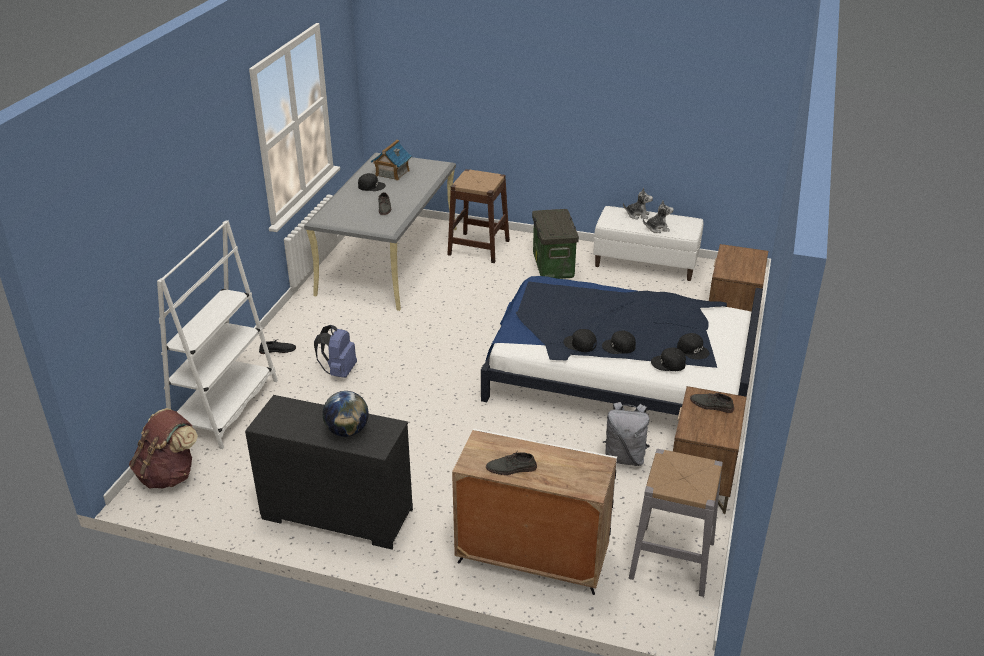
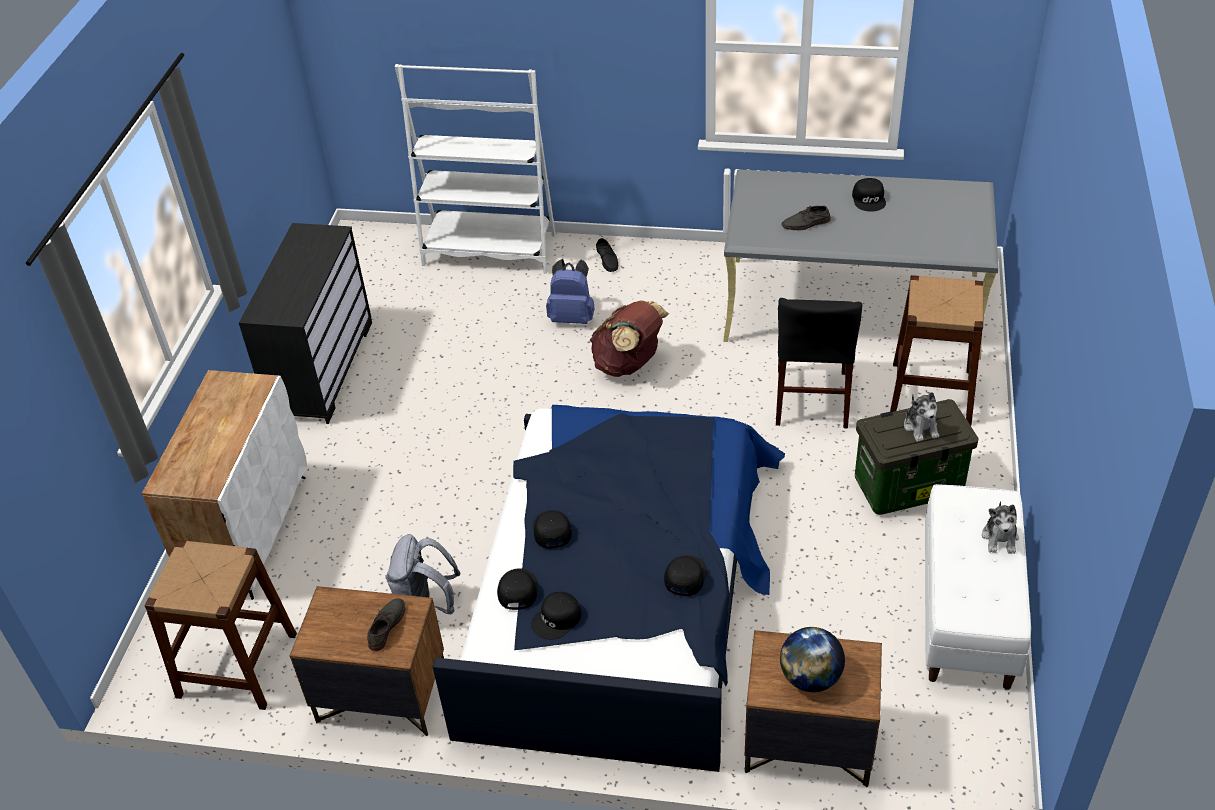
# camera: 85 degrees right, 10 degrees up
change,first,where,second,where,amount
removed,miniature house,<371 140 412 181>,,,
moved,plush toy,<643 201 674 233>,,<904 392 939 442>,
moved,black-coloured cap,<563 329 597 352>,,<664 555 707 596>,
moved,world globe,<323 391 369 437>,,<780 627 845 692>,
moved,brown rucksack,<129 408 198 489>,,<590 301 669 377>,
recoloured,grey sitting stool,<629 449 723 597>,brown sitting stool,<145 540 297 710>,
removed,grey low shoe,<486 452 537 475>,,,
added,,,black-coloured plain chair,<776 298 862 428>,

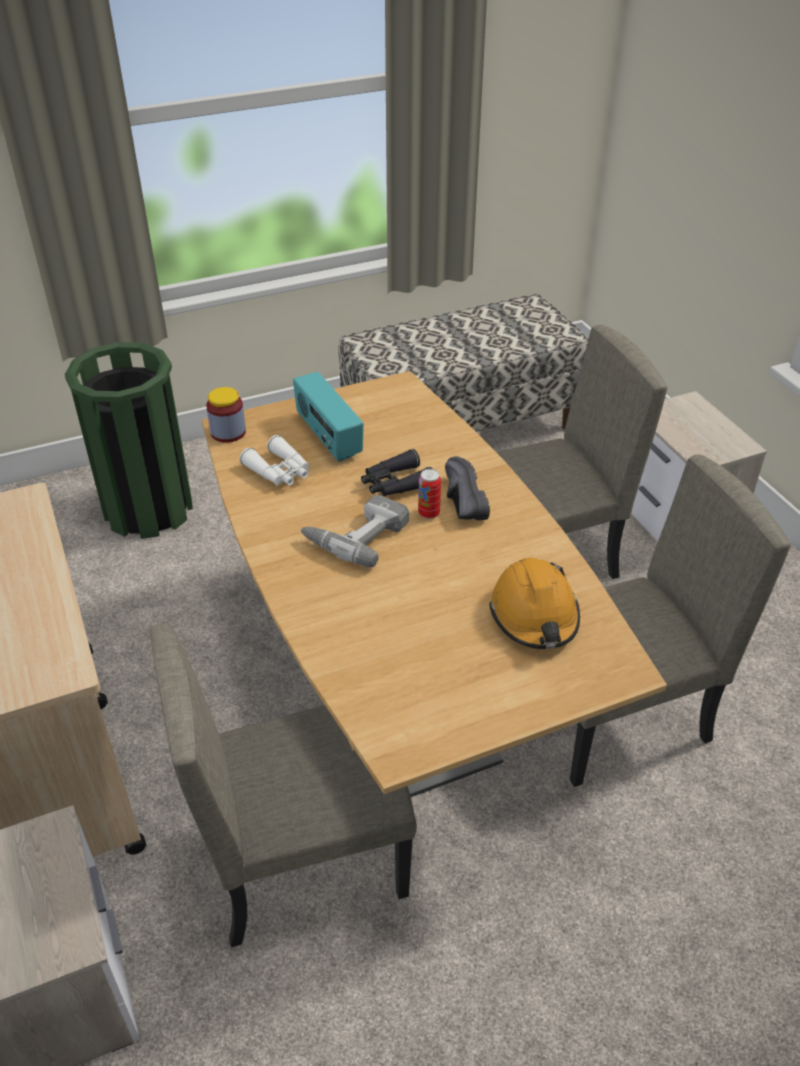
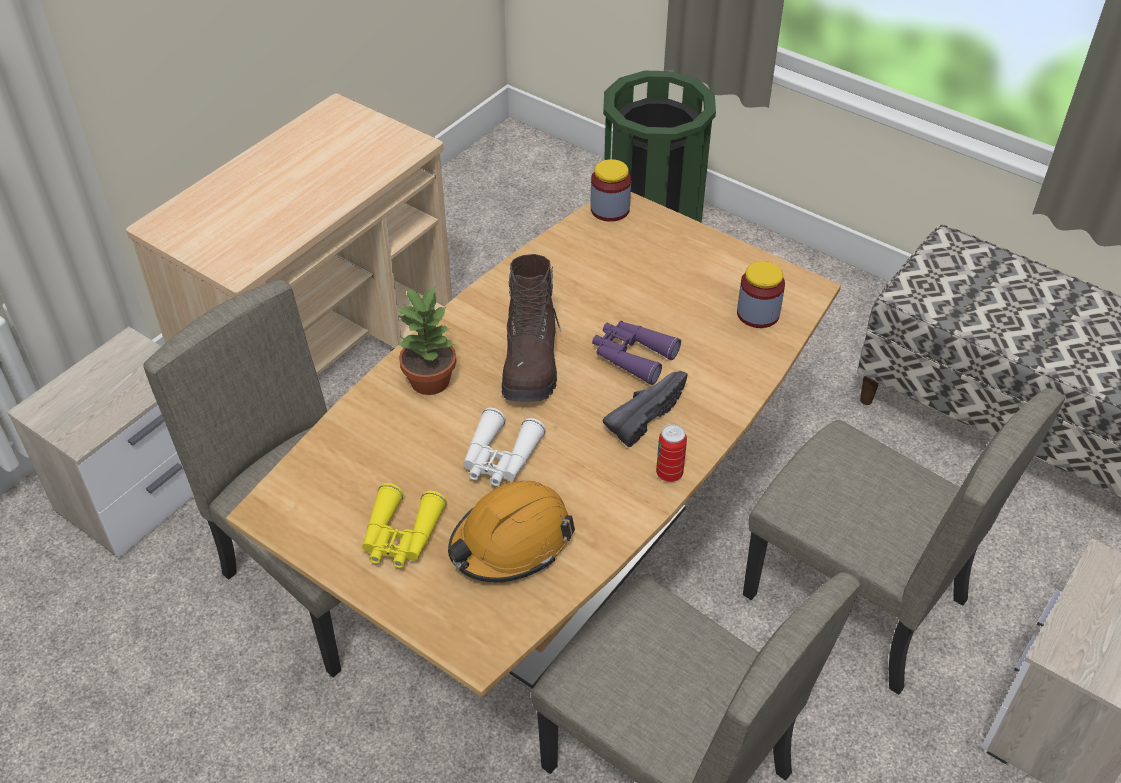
# camera: 60 degrees right, 5 degrees up
change,first,where,second,where,amount
removed,radio set,<293 372 364 462>,,,
moved,whitish field glasses,<239 435 310 485>,,<463 408 546 486>,
recoloured,black-coloured field glasses,<361 449 433 497>,purple field glasses,<592 321 681 385>,
moved,metal can,<418 469 441 519>,,<656 424 687 482>,
replaced,drill,<301 495 409 567>,brown high-top boot,<502 254 562 402>,
added,,,jar,<737 261 785 328>,
added,,,plant in a pot,<396 287 457 395>,
added,,,yellowish field glasses,<362 483 447 568>,

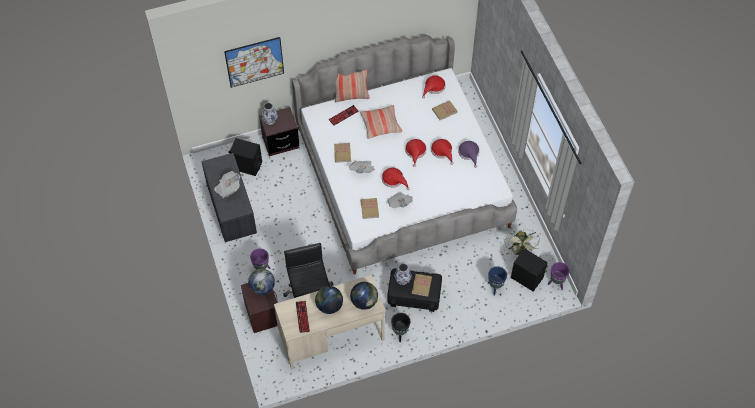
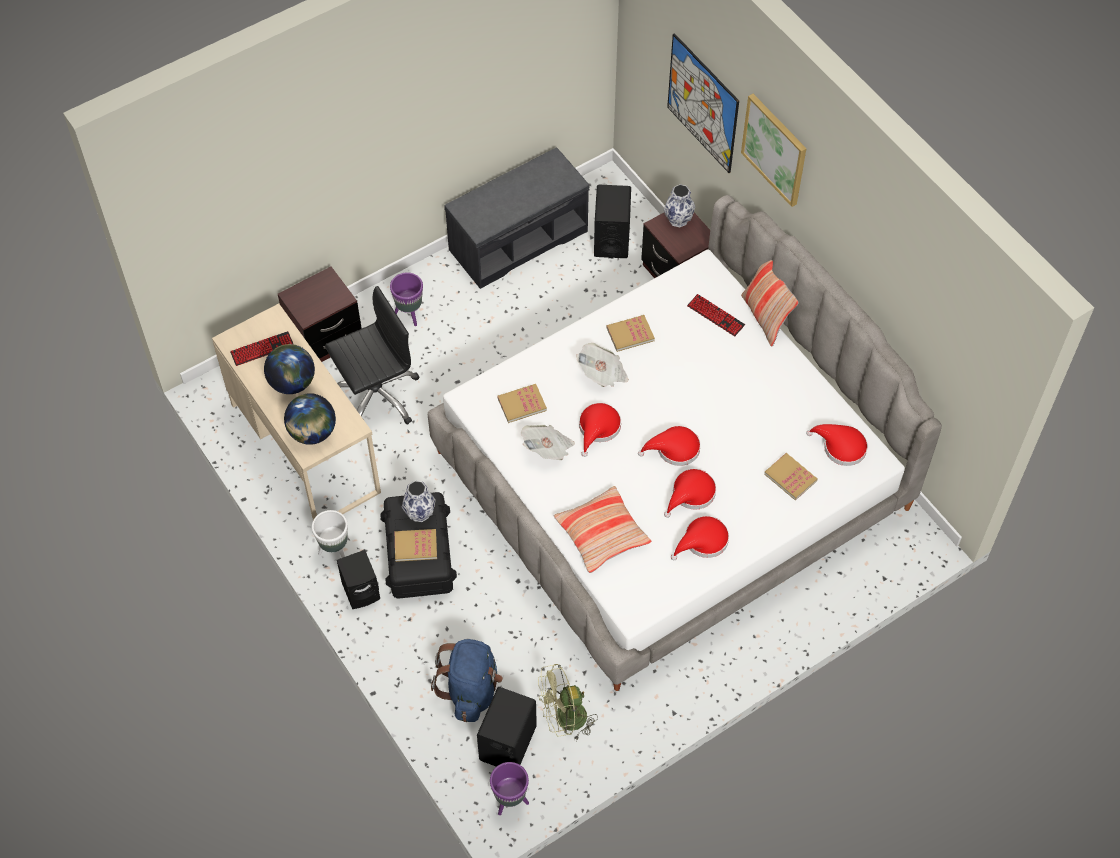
# camera: 75 degrees right, 0 degrees up
change,first,where,second,where,amount
moved,cushion,<360 105 402 139>,,<554 486 651 573>,
recoloured,purple wearable hat,<458 141 480 168>,reddish wearable hat,<671 516 729 560>,
removed,printed paper,<214 171 240 198>,,,
replaced,bluish planter,<488 266 507 296>,bluish rucksack,<431 639 503 722>,
removed,world globe,<248 269 275 295>,,,
recoloured,black-coloured planter,<391 313 410 342>,whitish planter,<312 510 348 558>,
added,,,wall art,<741 94 807 207>,
added,,,black-coloured loudspeaker,<337 550 380 609>,

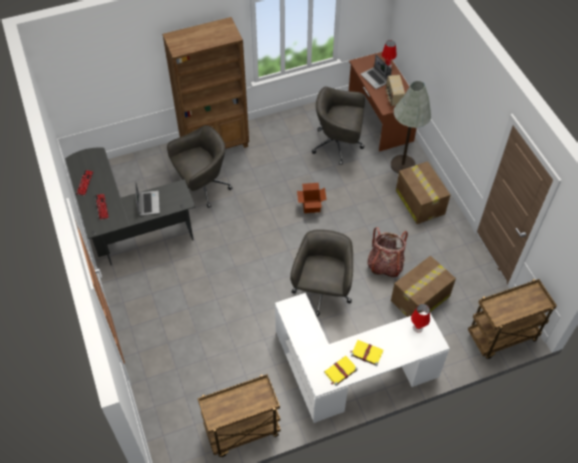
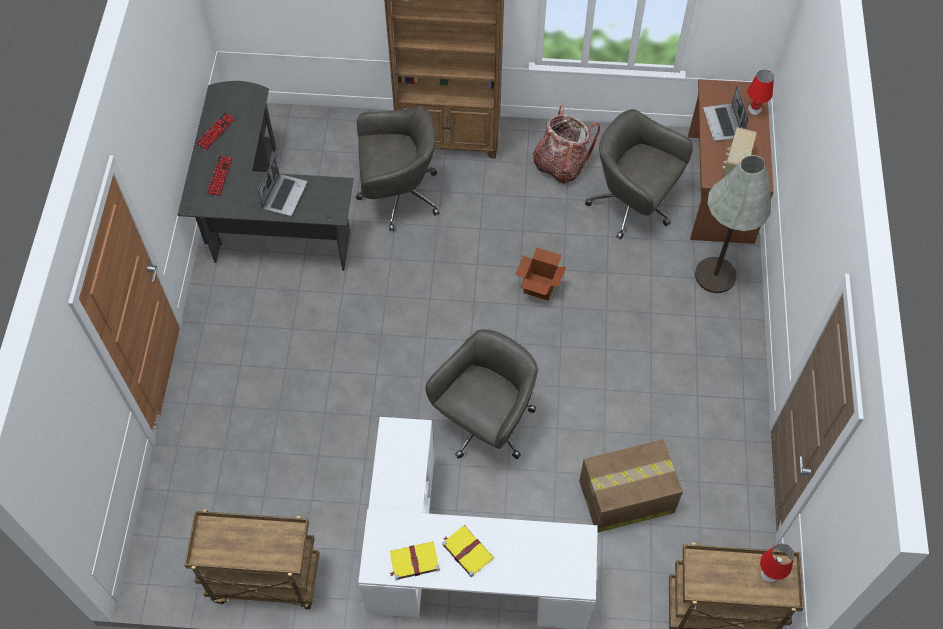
# camera: 25 degrees right, 5 degrees up
change,first,where,second,where,amount
removed,carton,<396 161 450 224>,,,
moved,rucksack,<367 227 408 277>,,<533 105 600 184>,
moved,reddish tabletop lamp,<411 304 430 333>,,<760 544 794 583>,

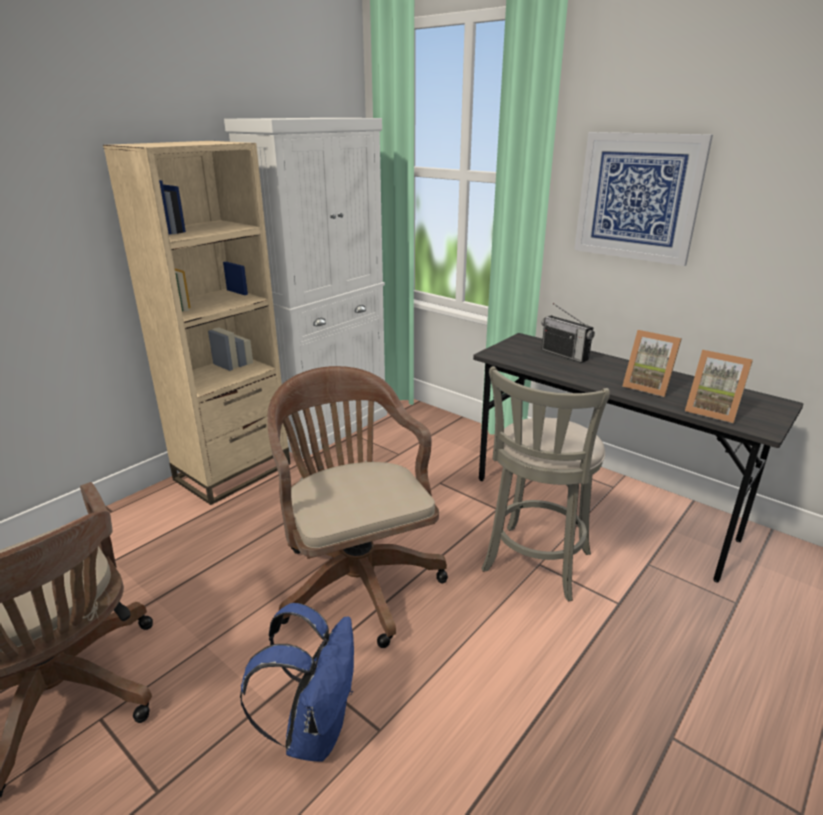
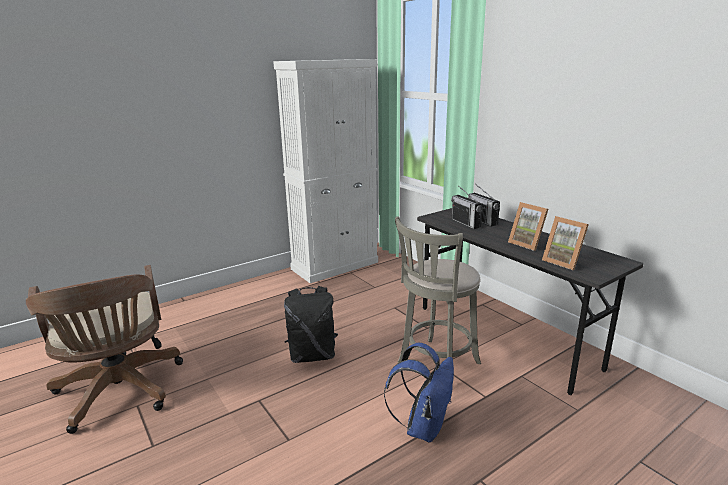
# camera: 15 degrees right, 5 degrees down
change,first,where,second,where,amount
removed,wall art,<574 132 713 266>,,,
removed,sand-coloured bookshelf,<103 141 290 505>,,,
replaced,brown computer chair,<267 366 448 648>,black-coloured rucksack,<284 286 338 363>,
moved,bluish rucksack,<240 603 354 762>,,<384 343 454 442>,
added,,,radio set,<451 187 483 229>,

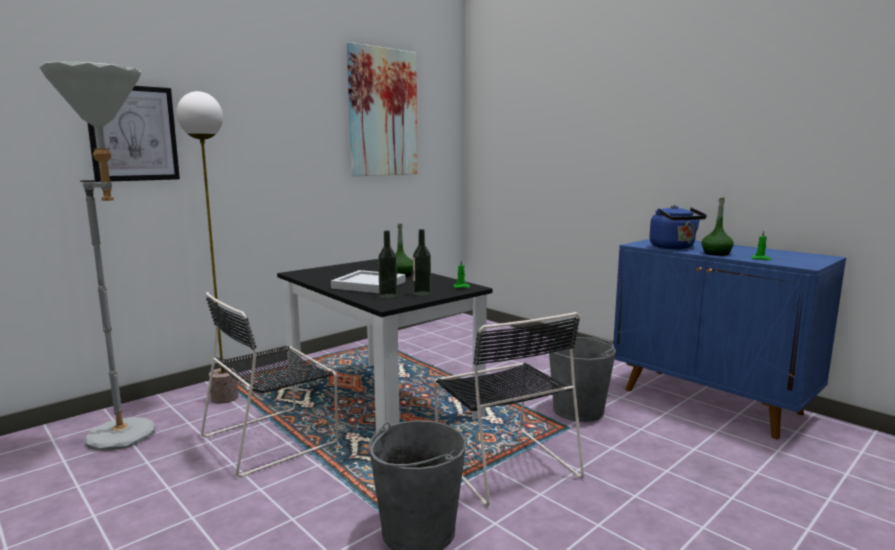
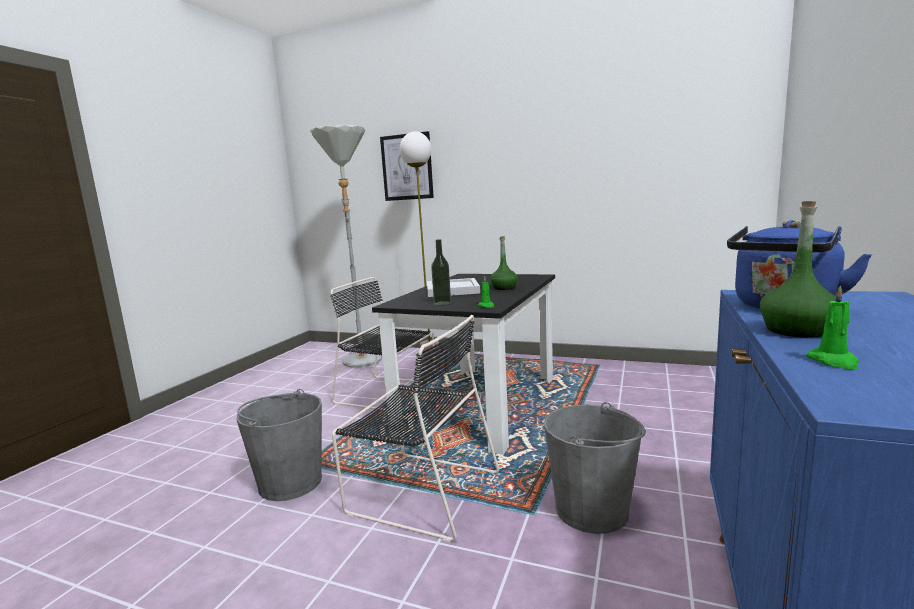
# camera: 65 degrees right, 0 degrees up
change,first,where,second,where,amount
removed,wall art,<347 42 418 176>,,,
removed,drink bottle,<378 231 397 298>,,,
turned,black-coloured plain chair,<434 312 584 506>,,<332 315 499 542>,105 degrees counterclockwise

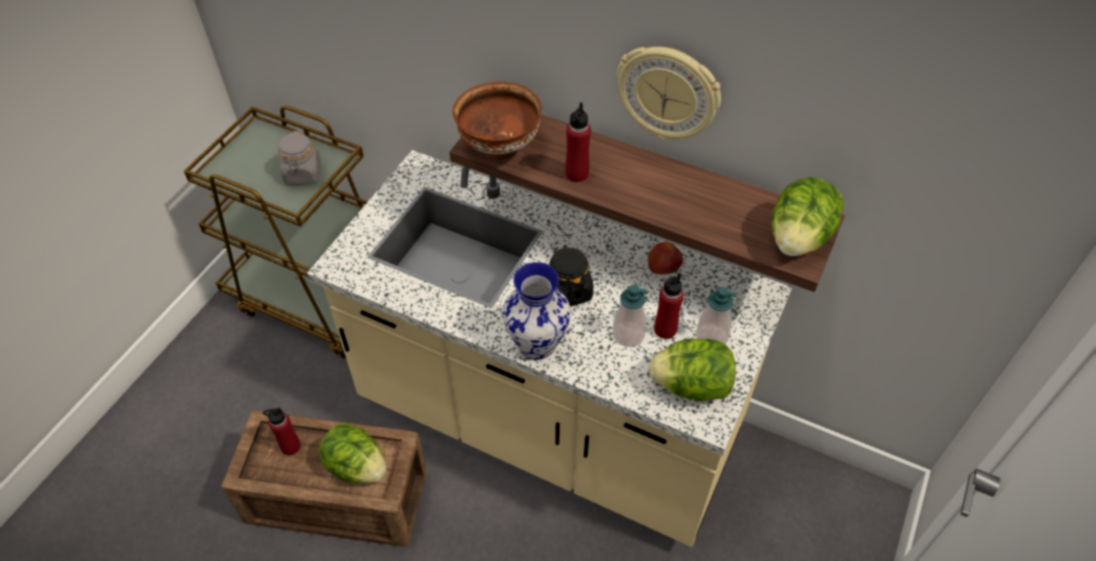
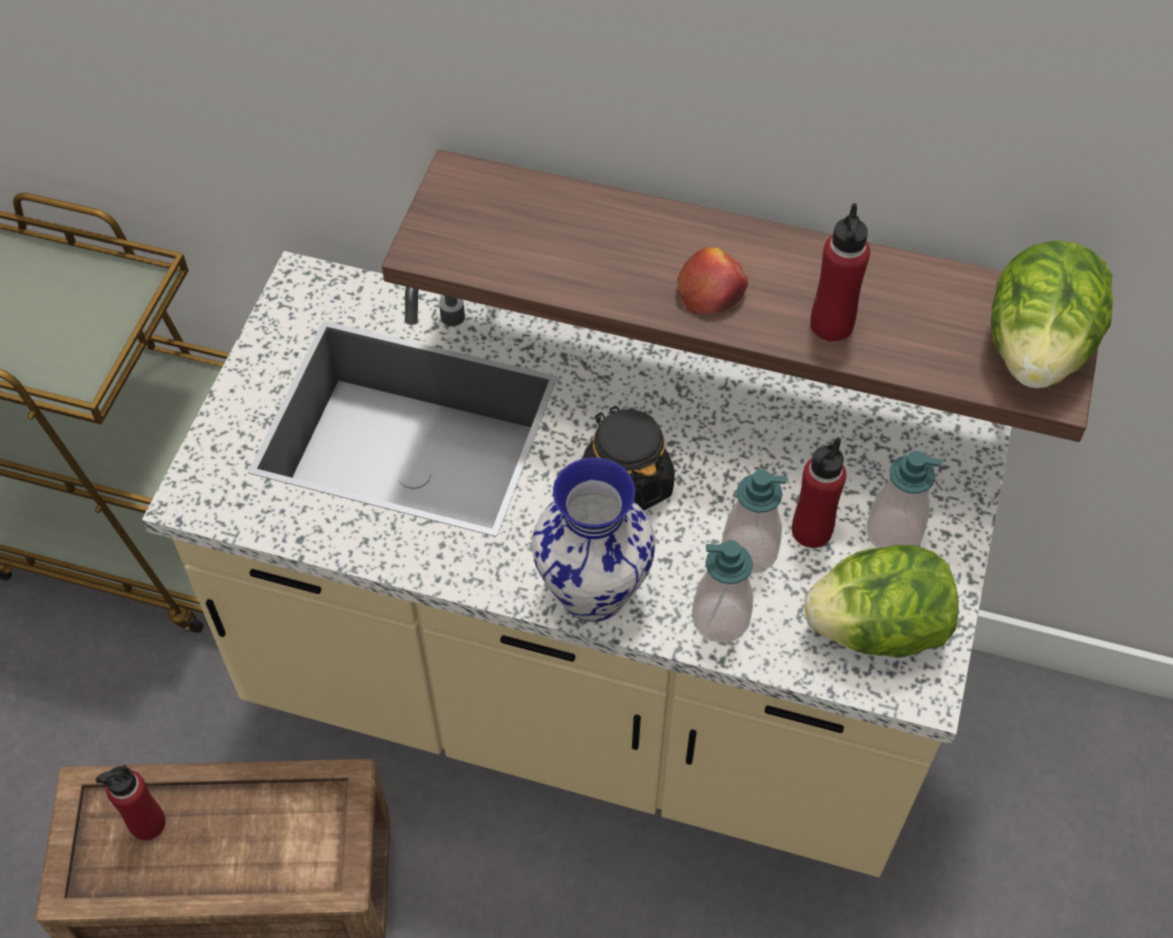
# camera: 10 degrees left, 5 degrees up
change,first,where,second,where,amount
removed,wall clock,<617 47 721 140>,,,
removed,brown bowl,<452 81 542 160>,,,
moved,reddish drink bottle,<565 102 591 182>,,<810 203 870 342>,
removed,grey jar,<278 131 321 185>,,,
moved,apple,<648 241 683 274>,,<677 247 748 314>,
removed,lettuce,<319 423 386 483>,,,
added,,,soap bottle,<692 540 753 643>,

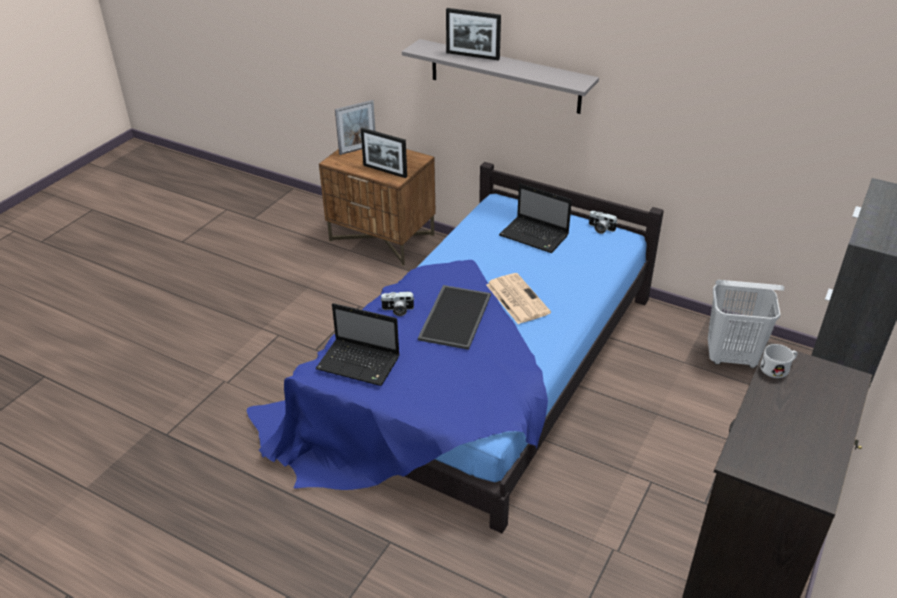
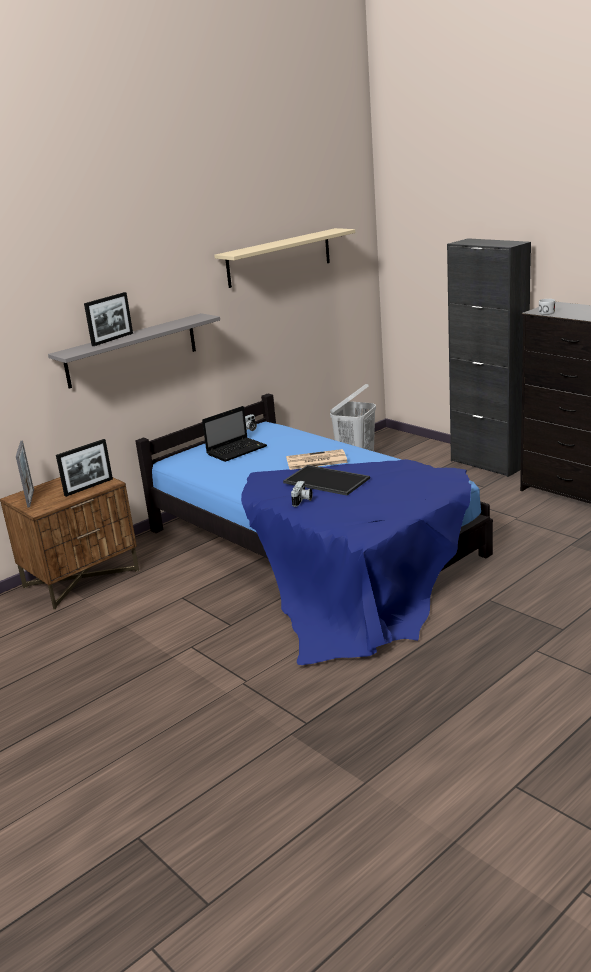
# camera: 70 degrees left, 15 degrees down
change,first,where,second,where,amount
removed,notebook computer,<316 303 400 386>,,,
added,,,sand-coloured wall shelf,<214 228 355 288>,

